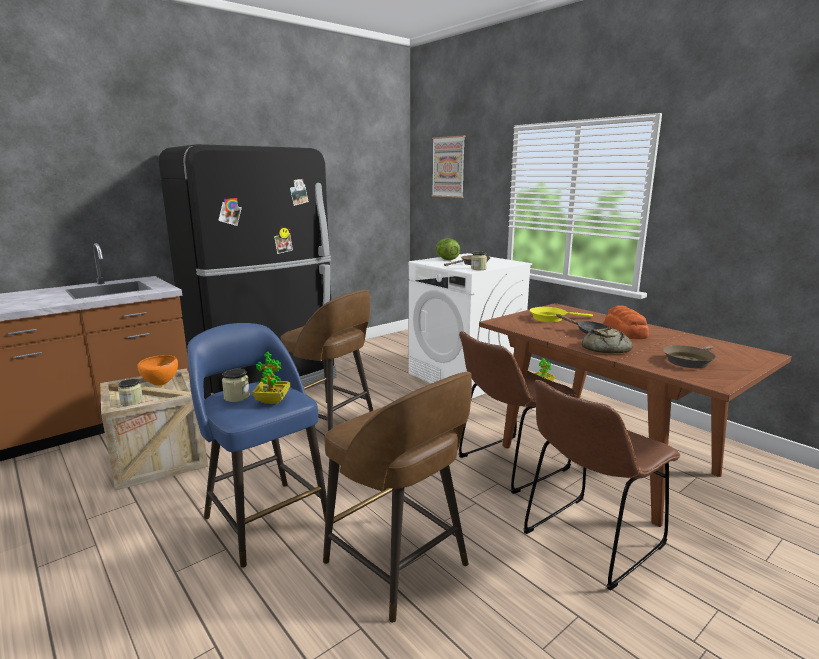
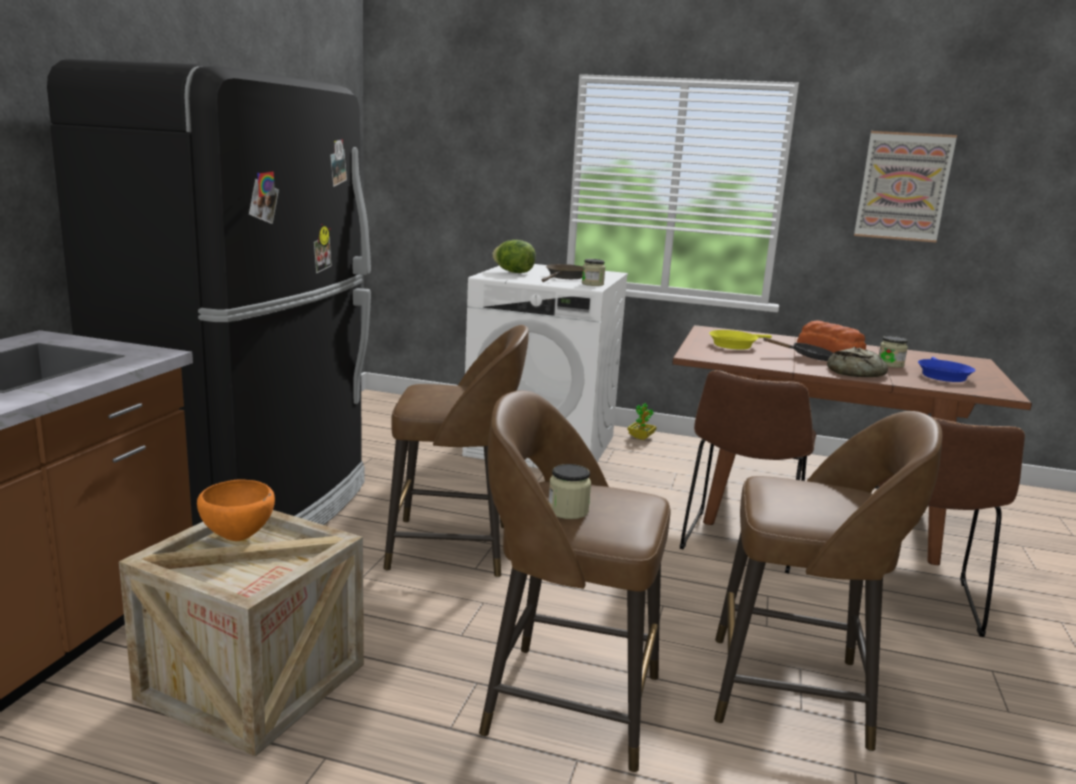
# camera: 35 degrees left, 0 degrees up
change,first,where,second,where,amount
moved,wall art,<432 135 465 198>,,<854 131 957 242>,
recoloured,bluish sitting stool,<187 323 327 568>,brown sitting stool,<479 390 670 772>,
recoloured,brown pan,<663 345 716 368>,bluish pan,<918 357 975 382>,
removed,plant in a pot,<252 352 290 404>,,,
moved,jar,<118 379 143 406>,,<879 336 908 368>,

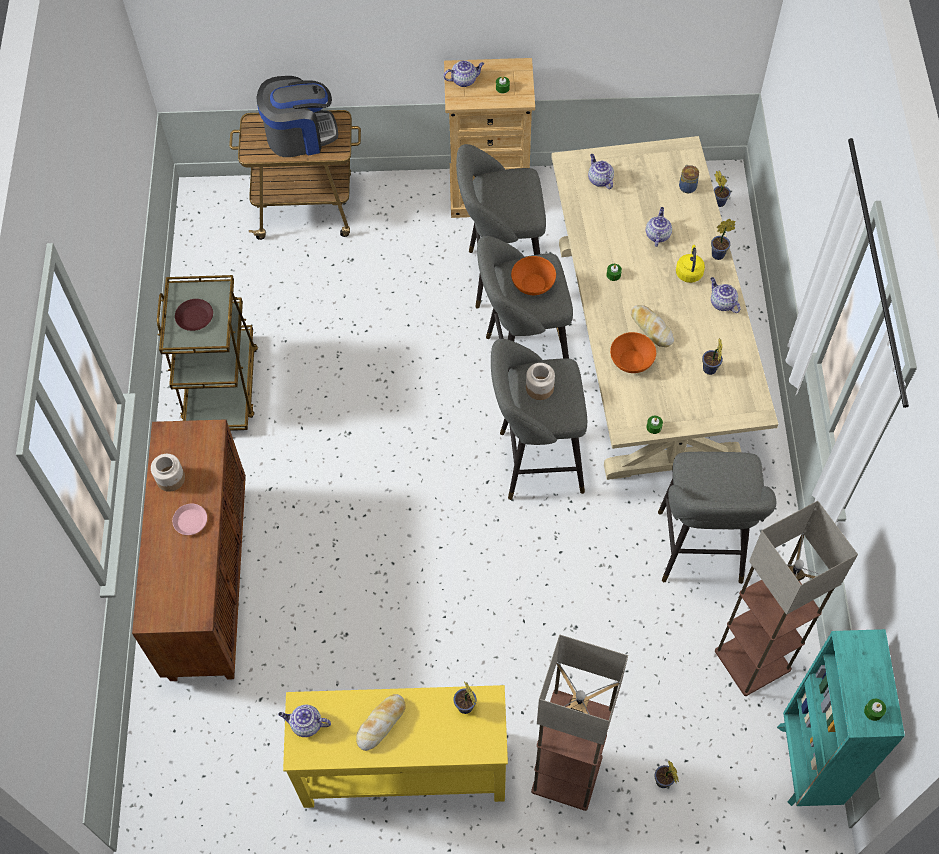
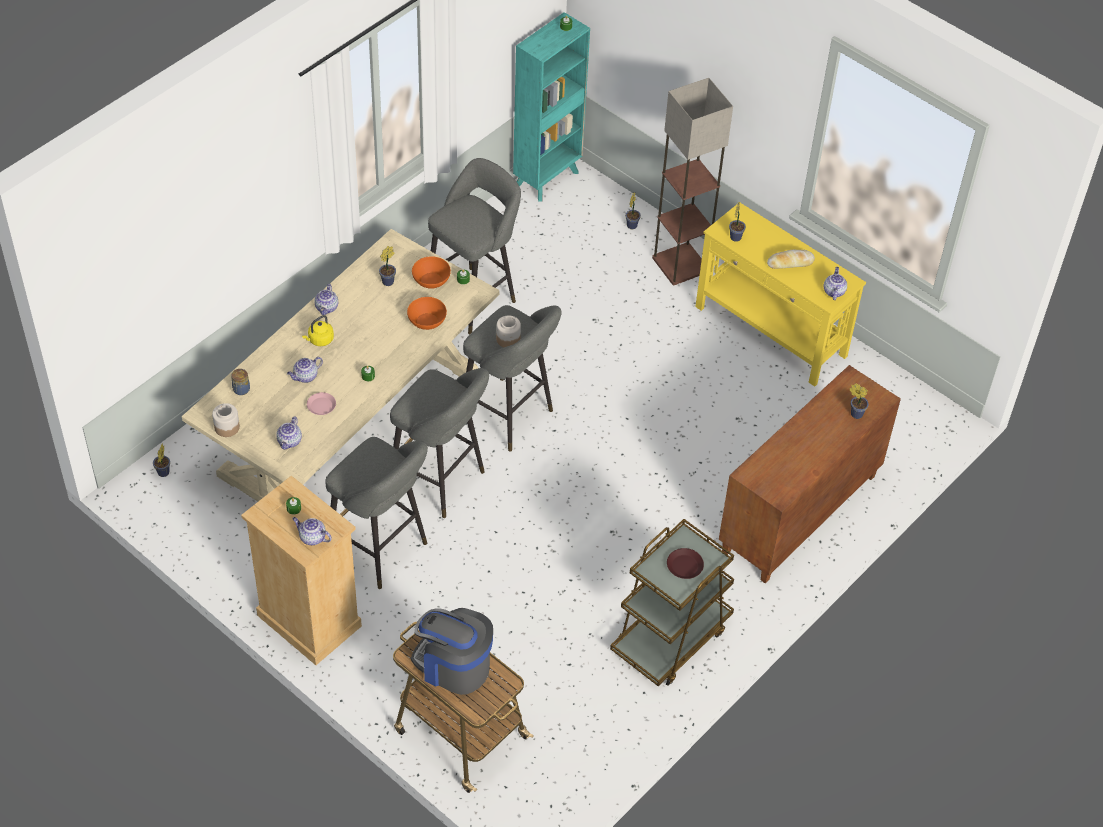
# camera: 140 degrees left, 10 degrees down
change,first,where,second,where,amount
moved,plant in a pot,<711 219 735 260>,,<850 383 869 419>,
moved,orange-coloured bowl,<511 256 556 295>,,<412 256 451 289>,
removed,bread,<631 305 674 347>,,,
moved,jar,<151 454 185 492>,,<212 403 240 437>,
removed,standard lamp,<715 501 858 696>,,,
moved,pink dinner plate,<172 504 207 535>,,<307 392 336 415>,
turned,pot for tea,<278 705 331 737>,,<824 267 847 300>,135 degrees counterclockwise

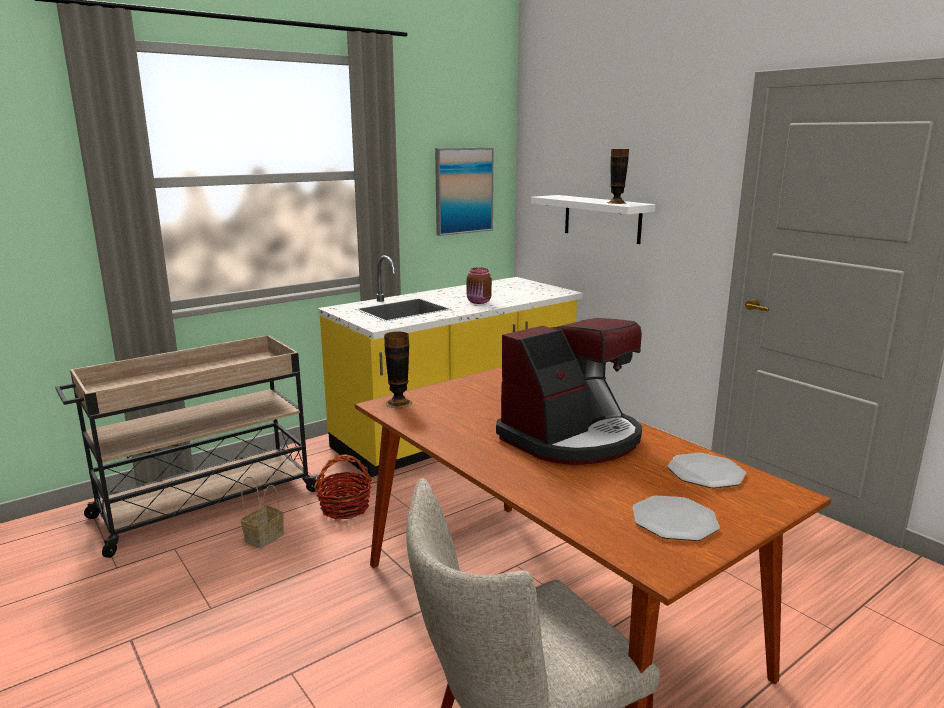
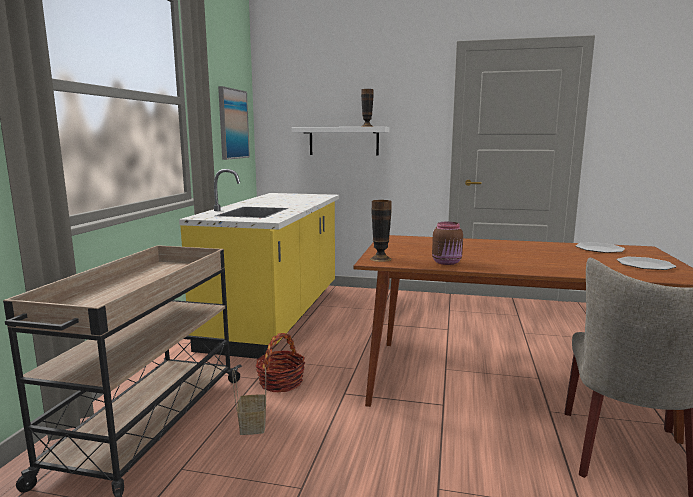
# camera: 40 degrees left, 5 degrees down
change,first,where,second,where,amount
moved,brown jar,<467 268 492 304>,,<432 222 463 265>,
removed,coffee maker,<496 318 642 465>,,,

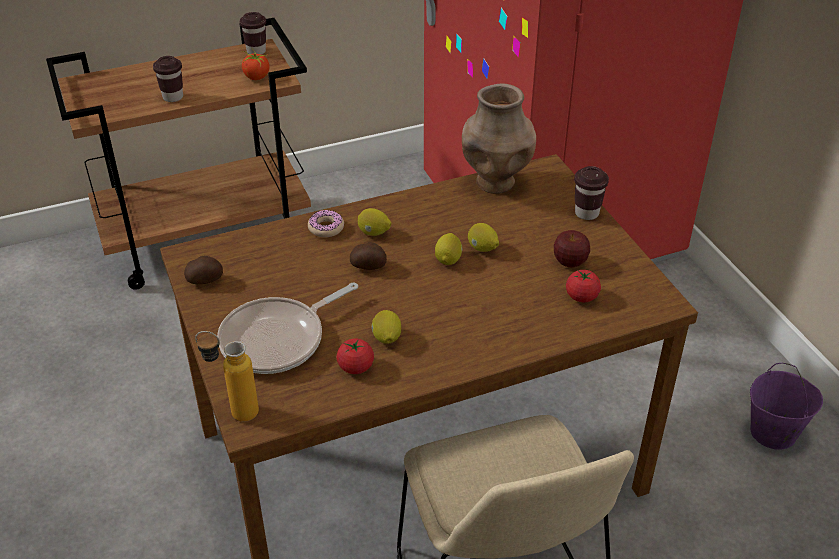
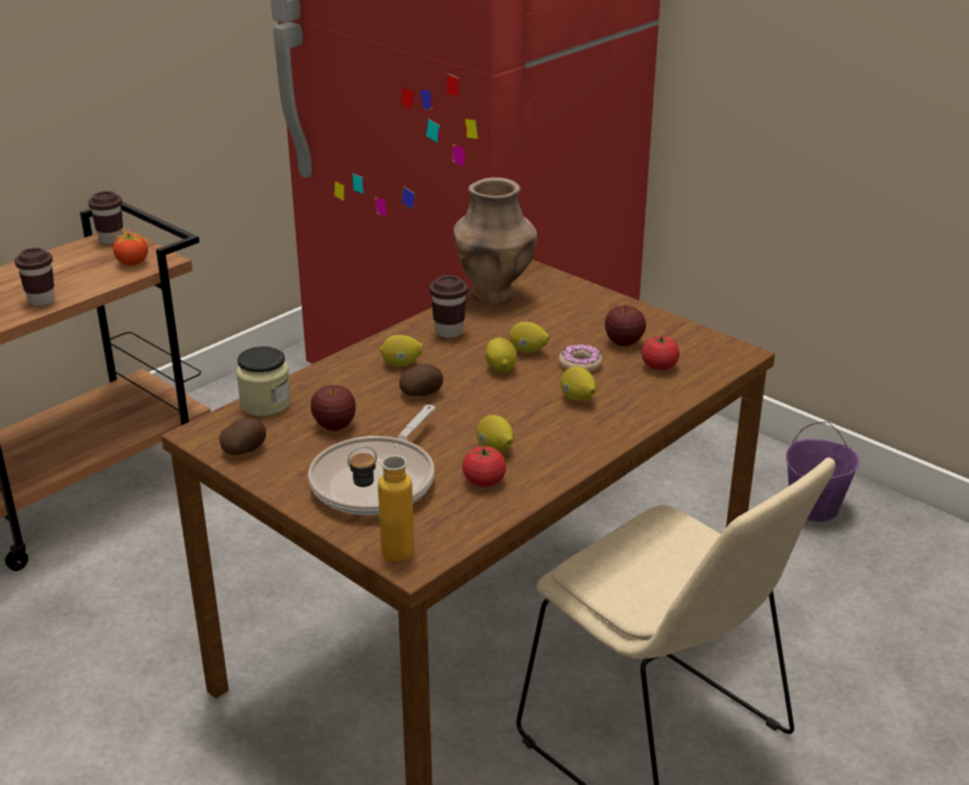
# camera: 25 degrees left, 10 degrees down
change,first,where,second,where,amount
moved,brown cup,<574 166 609 220>,,<429 275 468 338>,
moved,ring doughnut,<308 210 344 237>,,<559 344 602 372>,
added,,,jar,<236 346 291 416>,
added,,,citrus fruit,<560 367 596 401>,
added,,,apple,<311 385 356 431>,

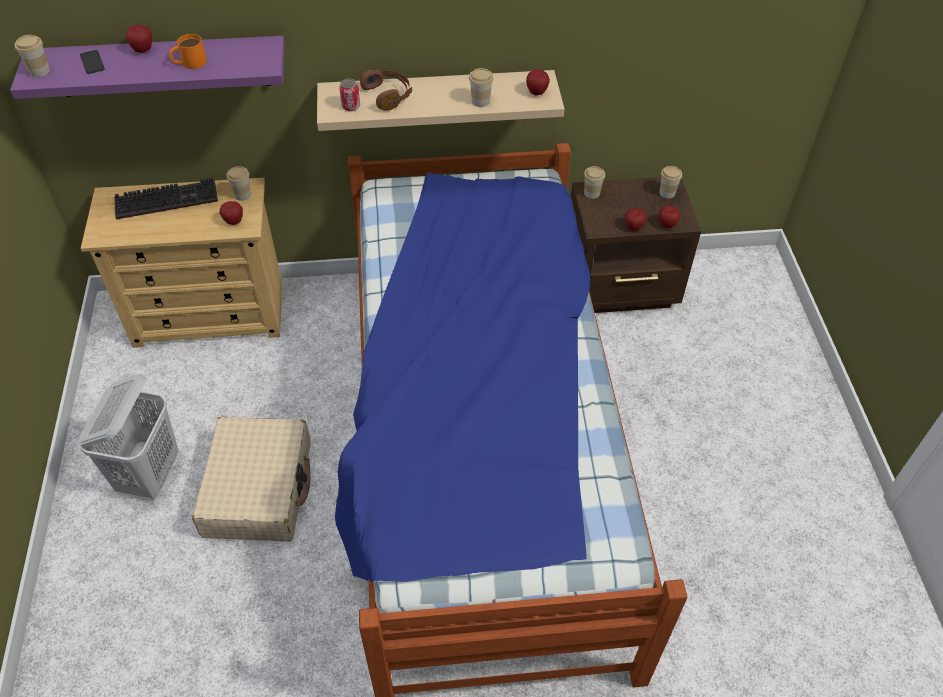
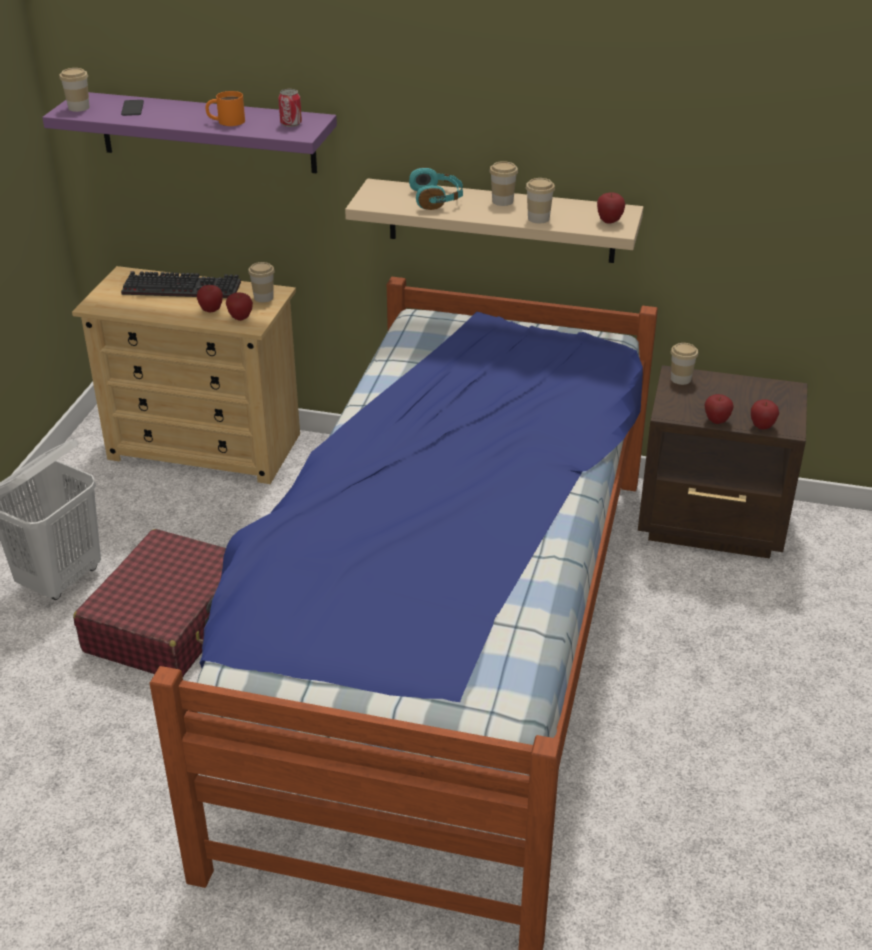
# camera: 20 degrees right, 15 degrees down
change,first,where,second,where,amount
moved,apple,<126 25 152 53>,,<197 285 223 312>,
recoloured,brown headset,<360 69 412 111>,blue-green headset,<409 168 463 210>,
moved,metal can,<339 79 360 111>,,<278 89 302 127>,
moved,cup,<659 166 682 198>,,<489 161 518 206>,
recoloured,sand-coloured travel case,<192 417 311 542>,reddish travel case,<73 529 226 677>,

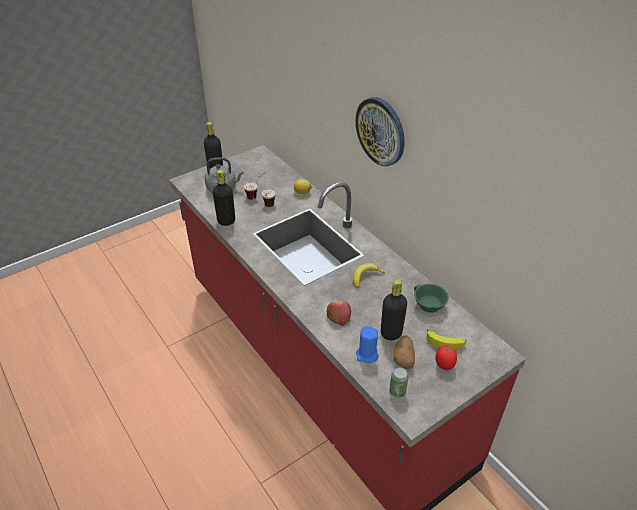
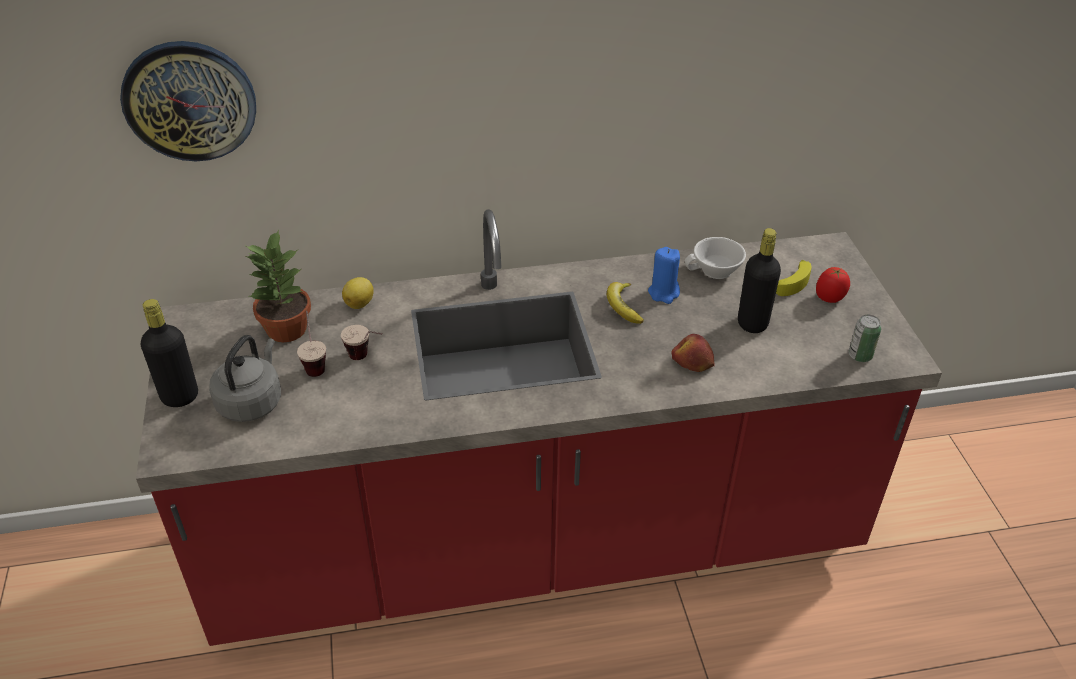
# camera: 65 degrees left, 0 degrees up
change,first,where,second,where,amount
moved,wall clock,<355 97 405 166>,,<120 41 256 161>,
removed,black-coloured drink bottle,<212 170 235 226>,,,
recoloured,greenish cup,<414 284 449 313>,whitish cup,<684 237 746 279>,
moved,bluish candle,<356 326 379 363>,,<648 247 680 304>,
removed,whole potato,<394 336 415 369>,,,
added,,,plant in a pot,<246 229 311 342>,

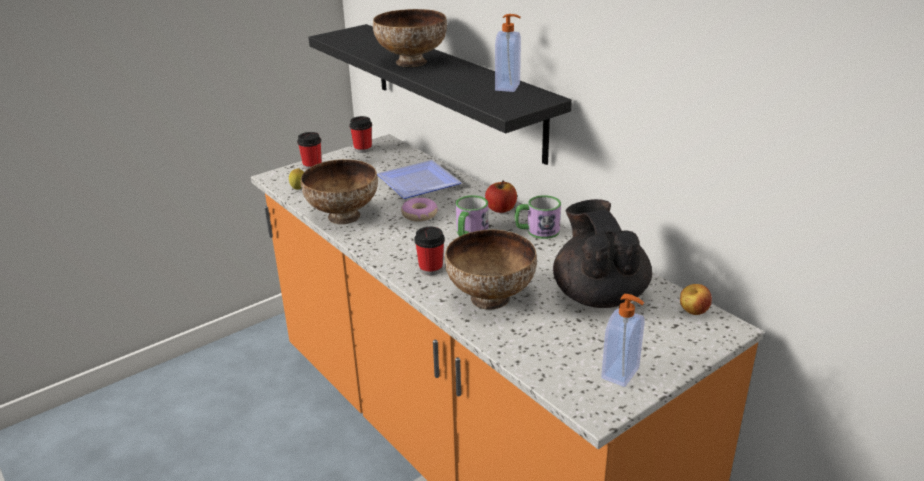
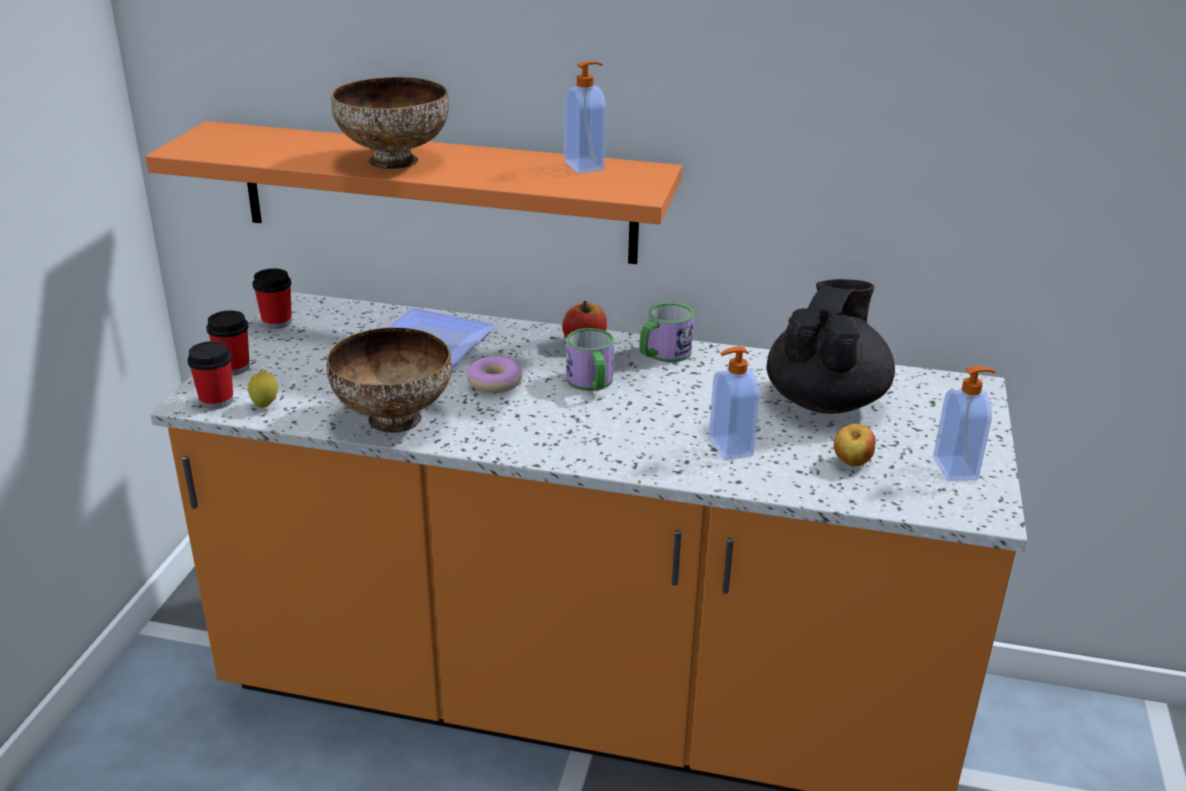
# camera: 40 degrees left, 0 degrees up
change,first,where,second,where,amount
recoloured,black-coloured wall shelf,<308 24 572 165>,orange-coloured wall shelf,<146 121 682 264>,
turned,black-coloured pot for tea,<553 199 652 308>,,<767 279 895 414>,75 degrees clockwise
moved,cup,<415 227 445 275>,,<187 341 233 410>,
replaced,bowl,<445 230 537 310>,soap bottle,<709 346 760 461>,
moved,apple,<680 284 712 315>,,<834 424 876 466>,

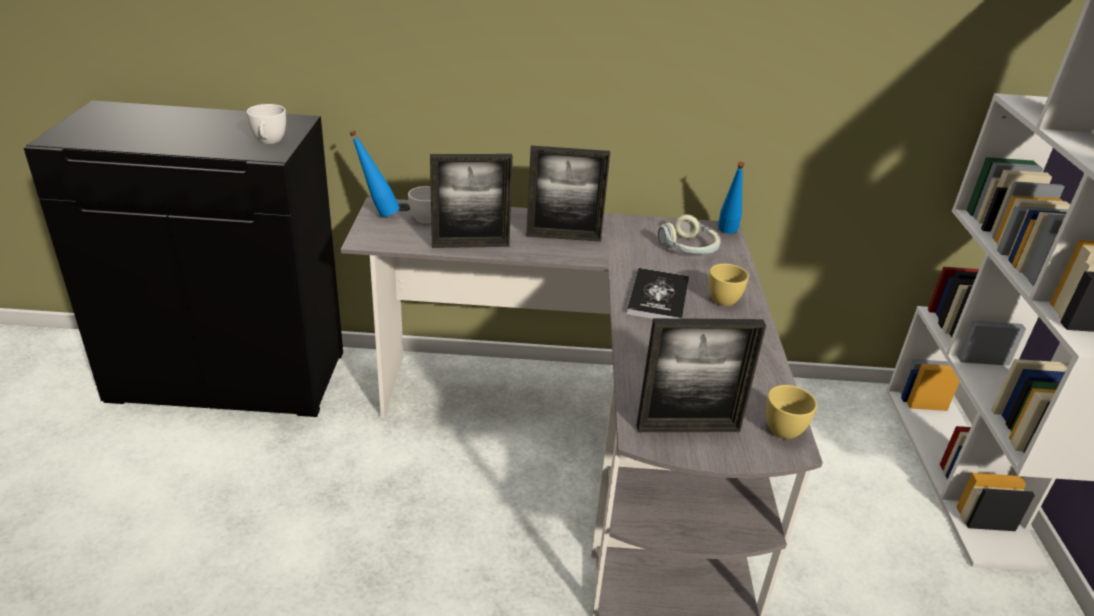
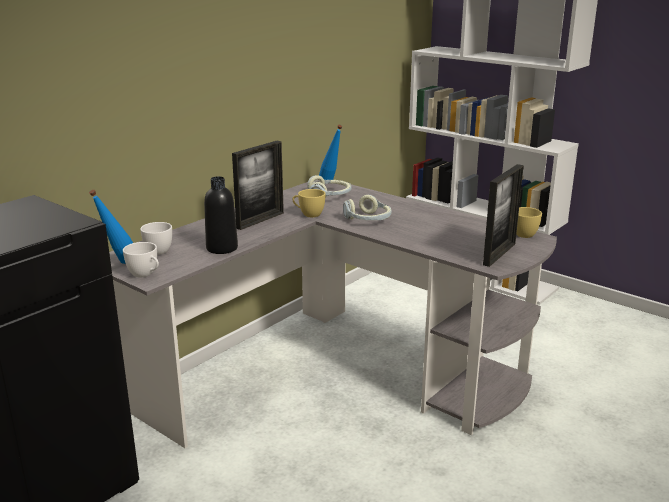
# camera: 50 degrees left, 10 degrees down
change,first,where,second,where,amount
moved,whitish cup,<247 104 286 144>,,<123 242 159 277>,
replaced,picture frame,<430 154 513 248>,black-coloured drink bottle,<204 176 238 254>,
moved,yellowish cup,<709 264 749 306>,,<292 189 326 217>,
replaced,book,<627 268 689 319>,headset,<343 194 392 220>,

